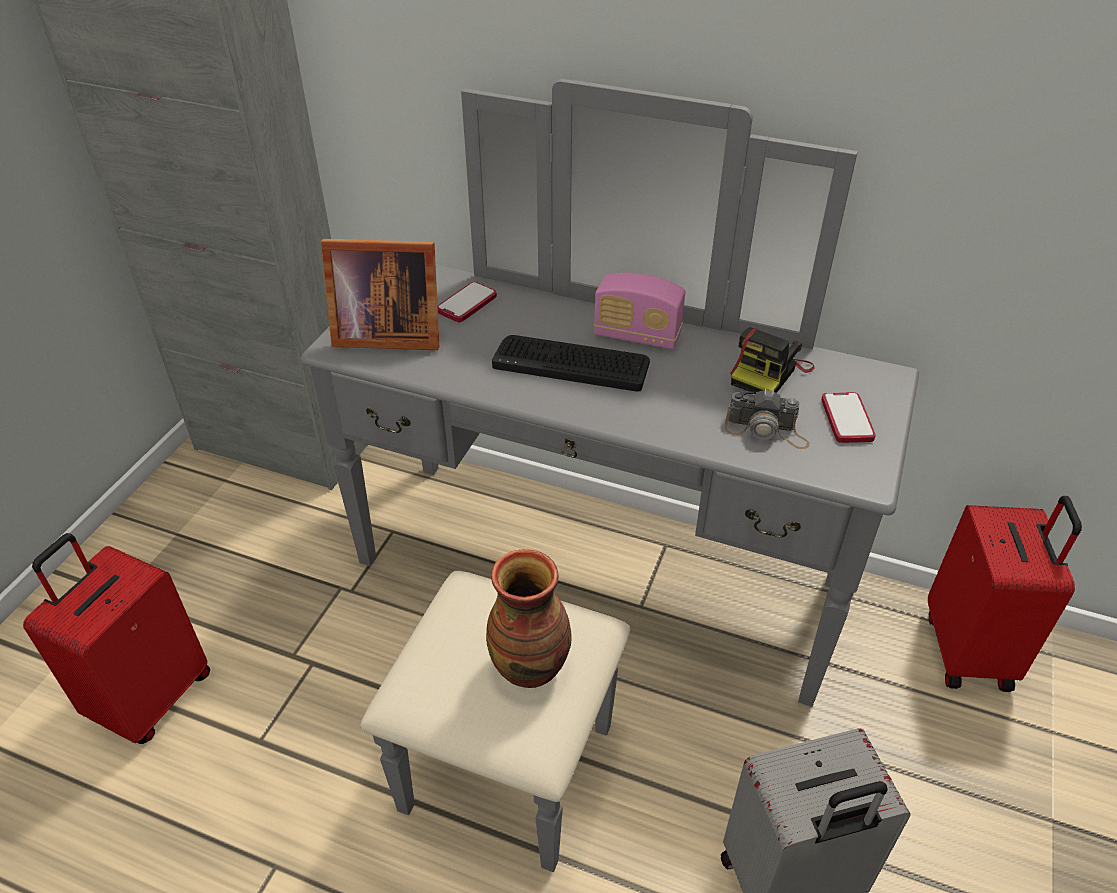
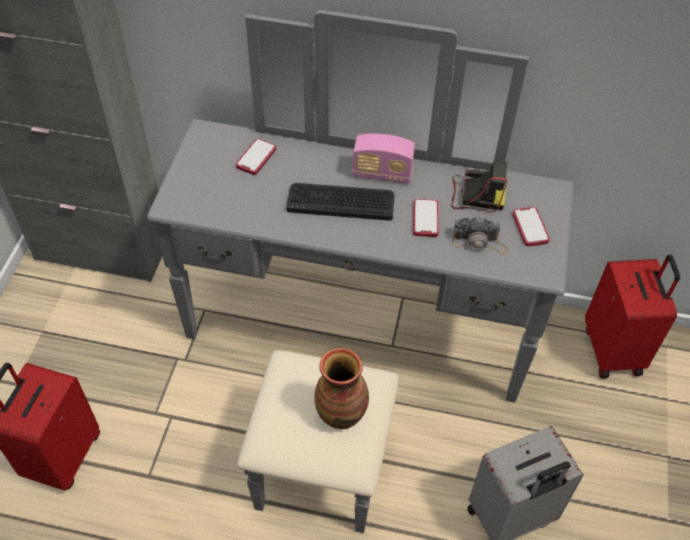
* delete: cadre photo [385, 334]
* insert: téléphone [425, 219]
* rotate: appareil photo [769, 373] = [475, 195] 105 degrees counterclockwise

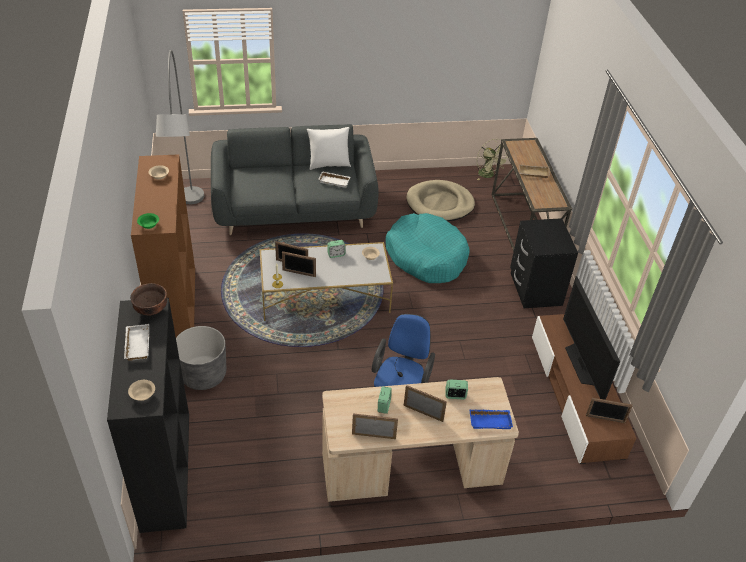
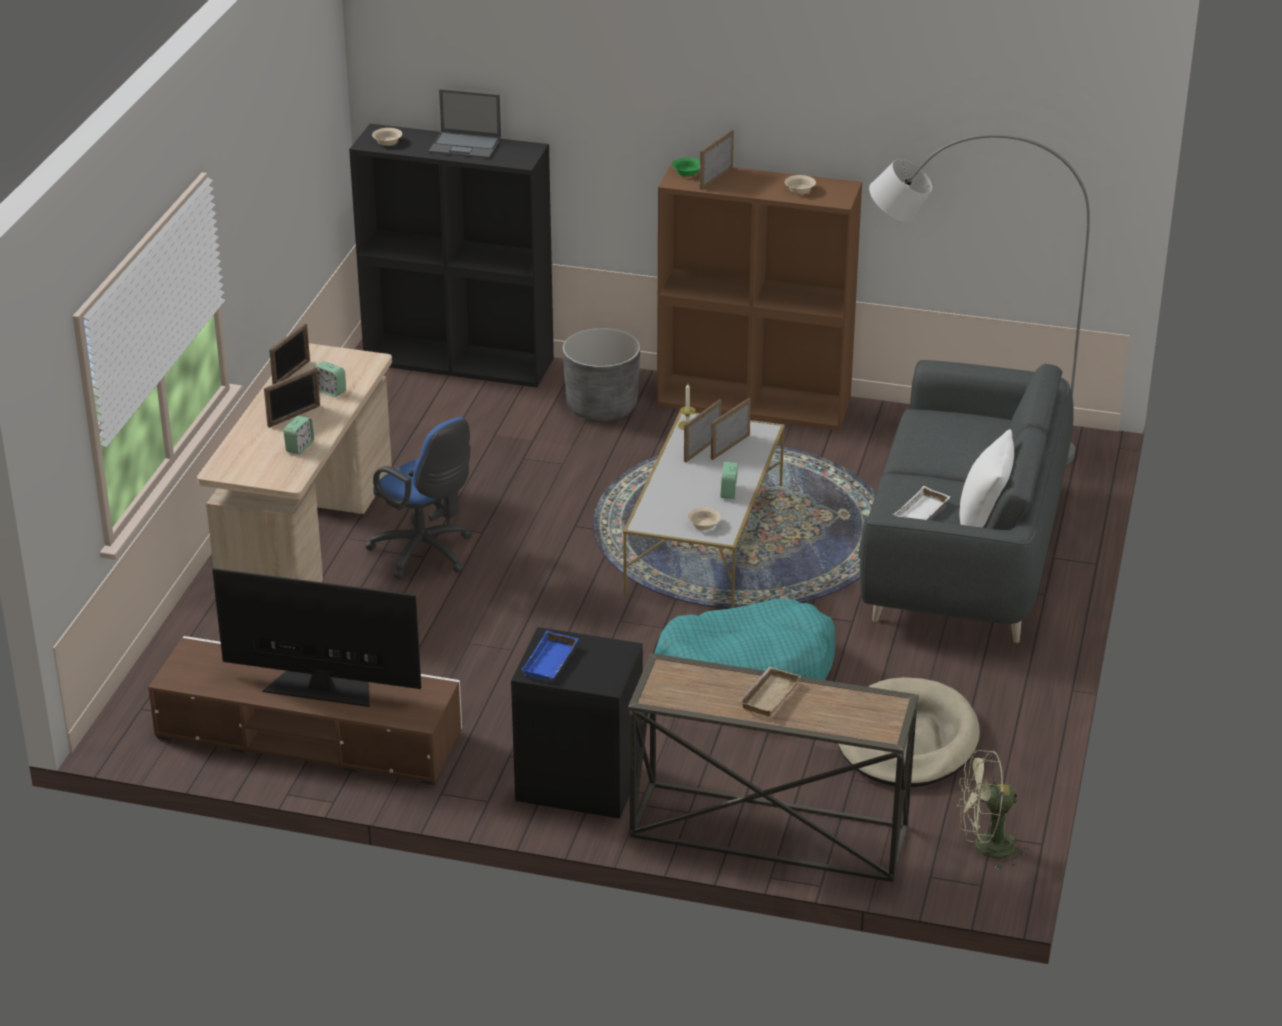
* delete: bol [marron] [151, 309]
* move: plateau [bleu] [490, 420] to [551, 662]
* move: cadre photo [605, 419] to [716, 178]
* replace: plateau [blanc] [136, 344] to ordinateur portable [466, 145]

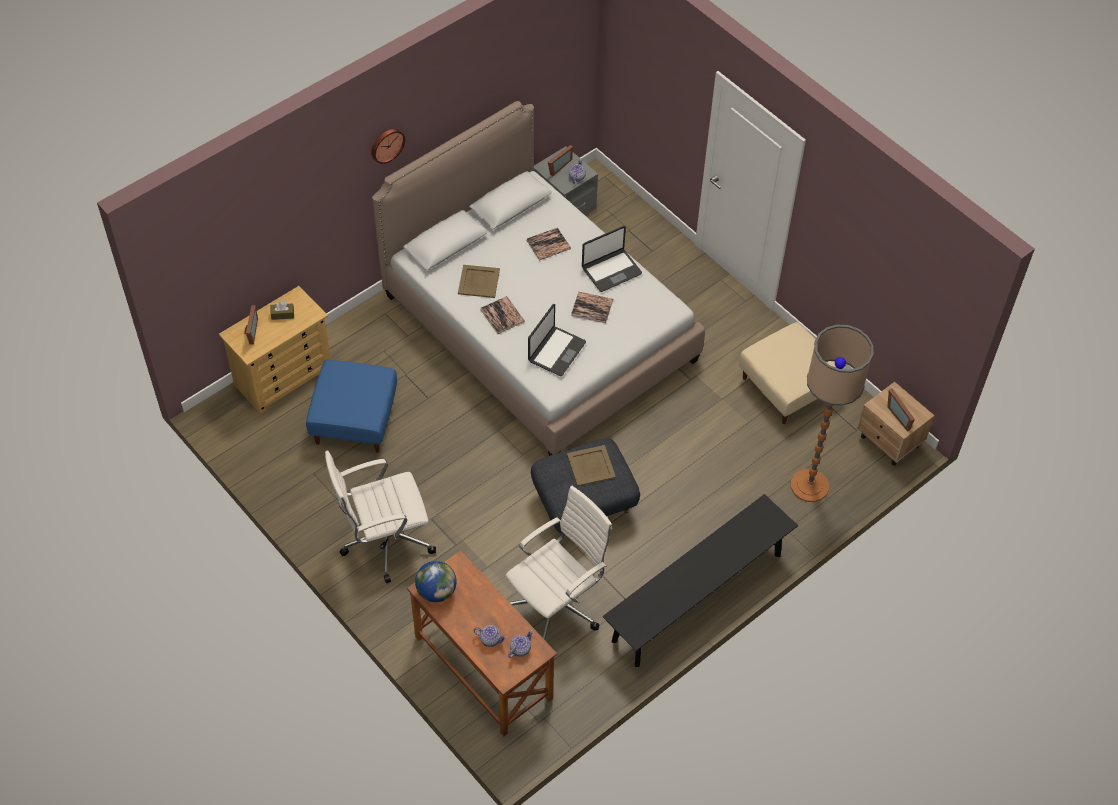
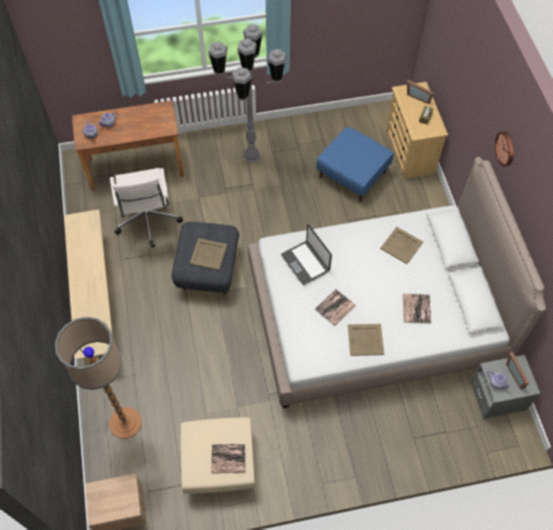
* delete: globe [436, 591]
* delete: cadre photo [900, 415]
* move: livre [502, 315] to [228, 458]
* replace: chaise de bureau [blanc] [384, 541] to lampadaire [gris] [252, 155]
* replace: ordinateur portable [611, 270] to plateau [beige] [366, 340]
* recolor: banc [noir] [697, 597] to banc [beige] [96, 299]

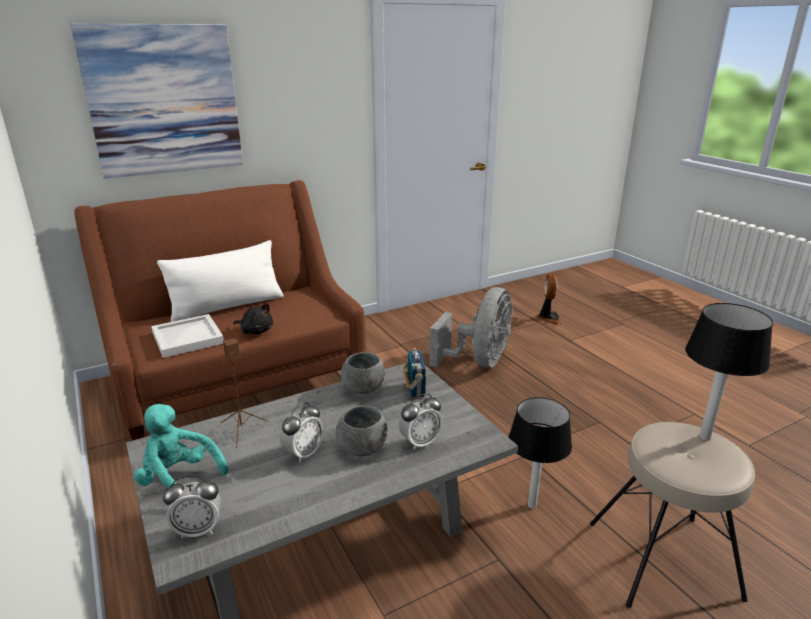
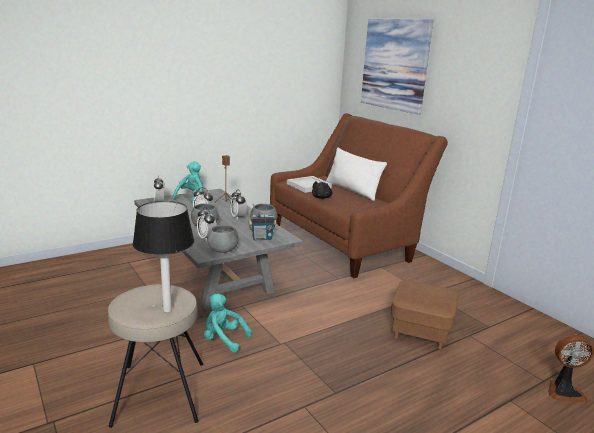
* insert: bol [gris] [223, 250]
* insert: réveil [238, 217]
* replace: ventilateur [gris] [479, 361] to pouf [marron] [420, 331]
* replace: lampe de table [531, 505] to peluche [turquoise] [223, 340]

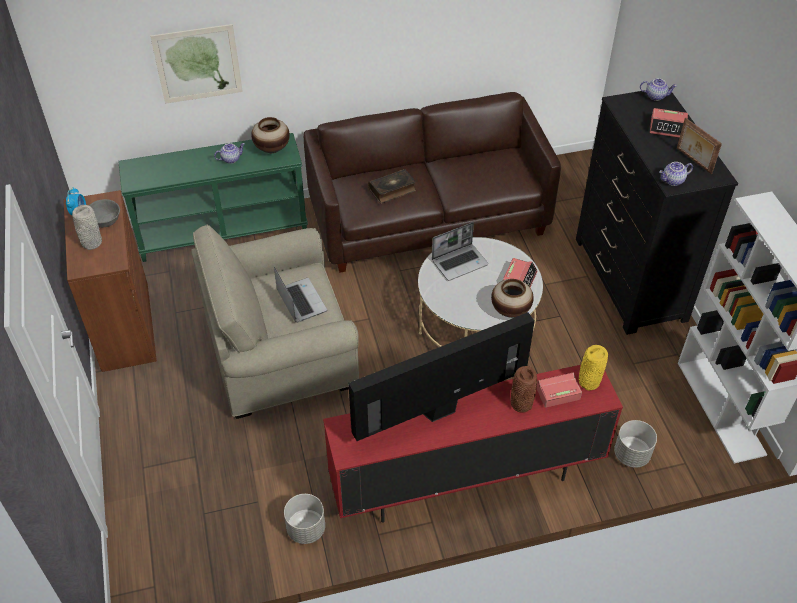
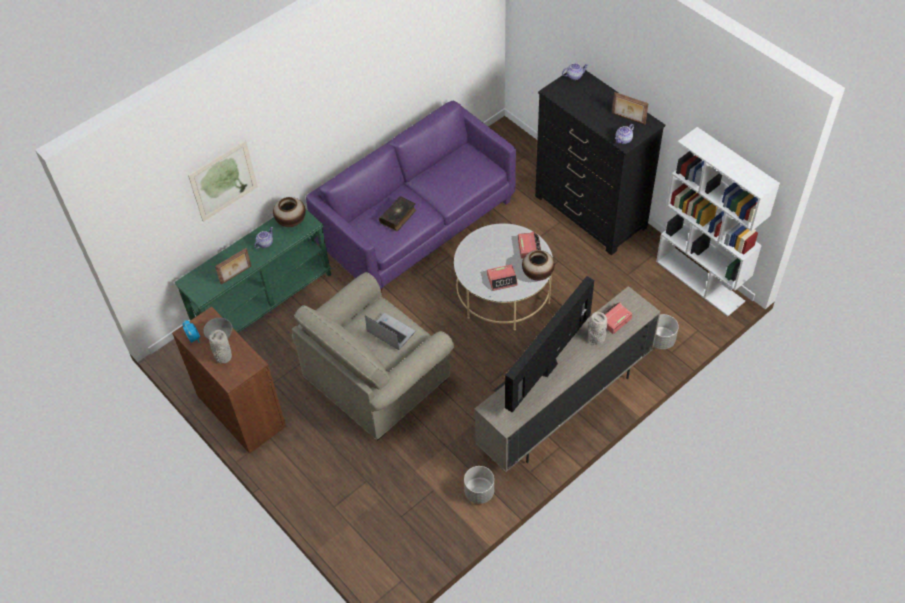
* delete: ordinateur portable [460, 262]
* delete: vase [jaune] [588, 382]
* insert: cadre photo [236, 275]
* move: réveil [667, 127] to [502, 280]
* recolor: canapé [marron] [429, 217] to canapé [violet] [417, 223]
* recolor: meuble télé [rouge] [465, 480] to meuble télé [beige] [564, 408]
* recolor: vase [marron] [521, 404] to vase [gris] [596, 339]

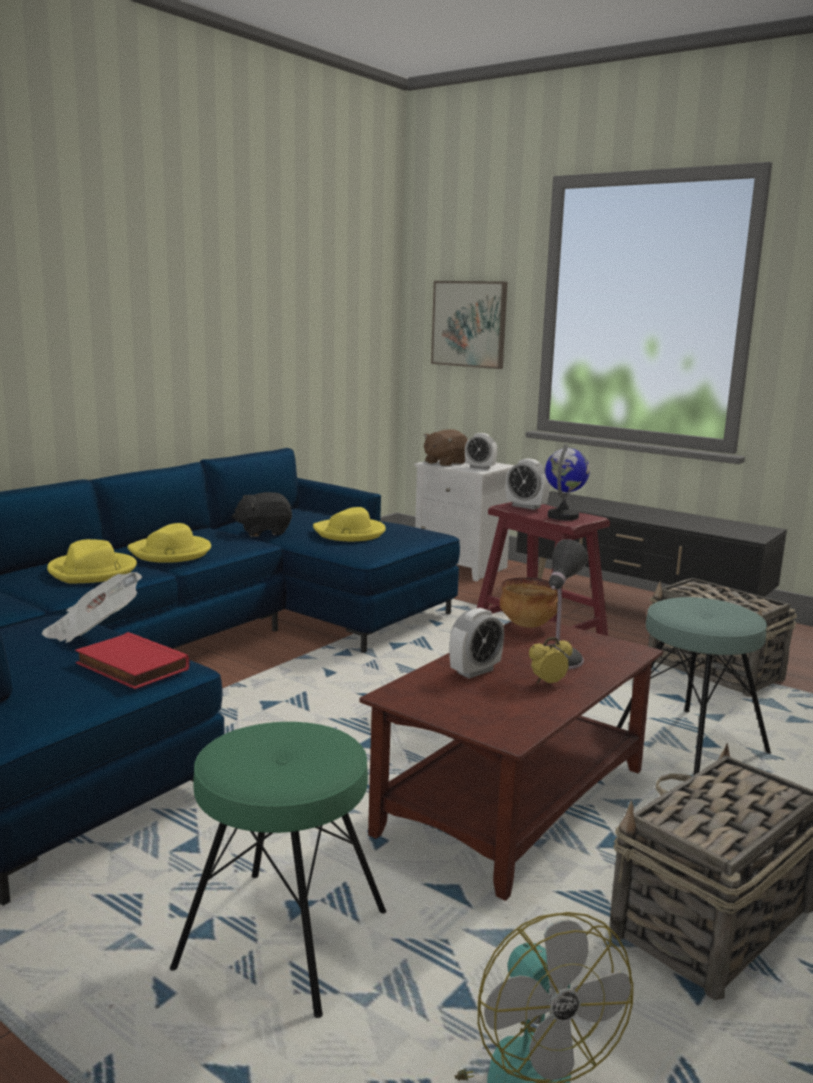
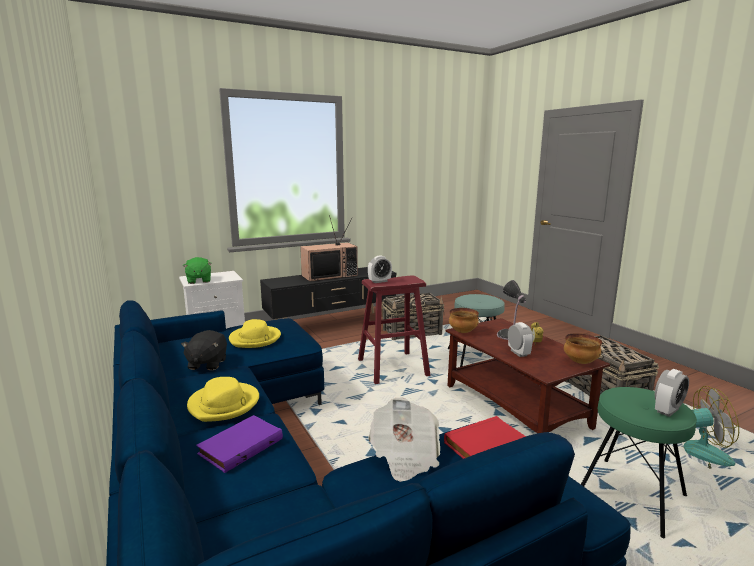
* delete: tableau [469, 324]
* delete: globe [563, 516]
* insert: téléviseur [330, 275]
* insert: bol [580, 362]
* move: réveil [480, 468] to [667, 410]
* replace: chapeau [jaune] [93, 571] to livre [violet] [240, 445]
* recolor: peluche [marron] [444, 463] to peluche [vert] [198, 280]

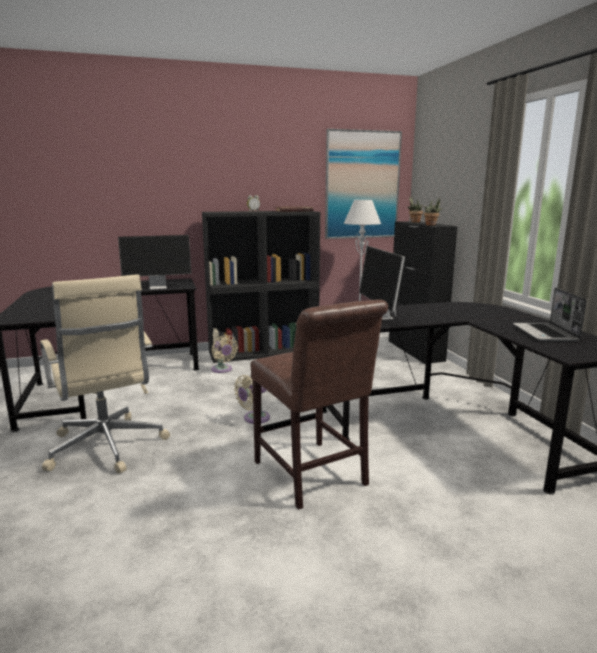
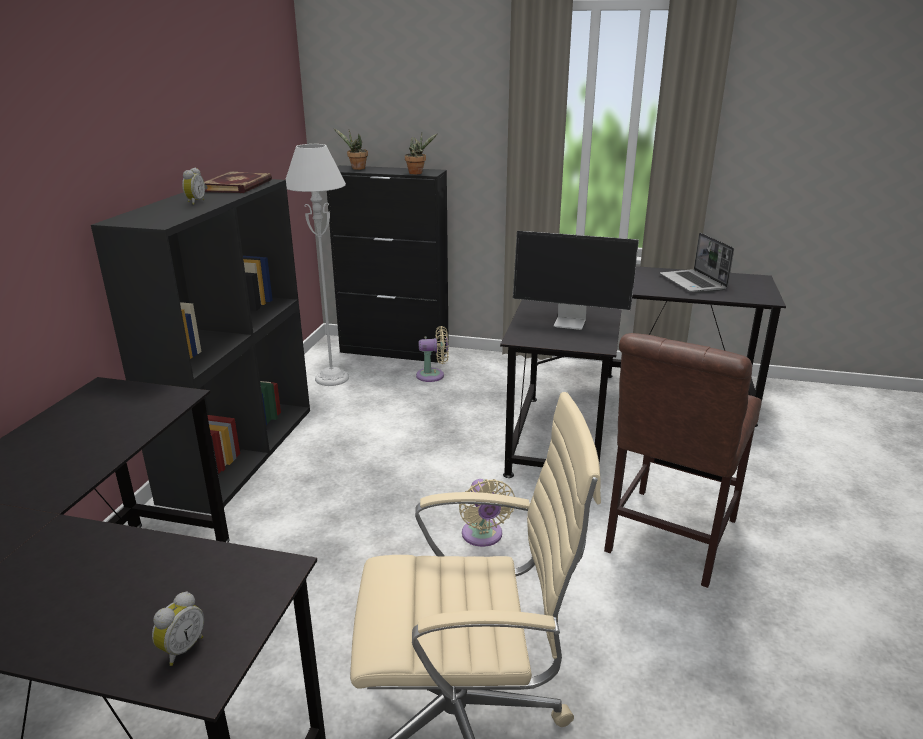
* delete: écran d'ordinateur [158, 287]
* delete: tableau [362, 185]
* insert: réveil [181, 648]
* move: ventilateur [beige] [222, 370] to [433, 375]
* rotate: chaise [marron] [312, 476] = [667, 539] 120 degrees clockwise
* rotate: ordinateur portable [546, 333] = [693, 283] 45 degrees clockwise

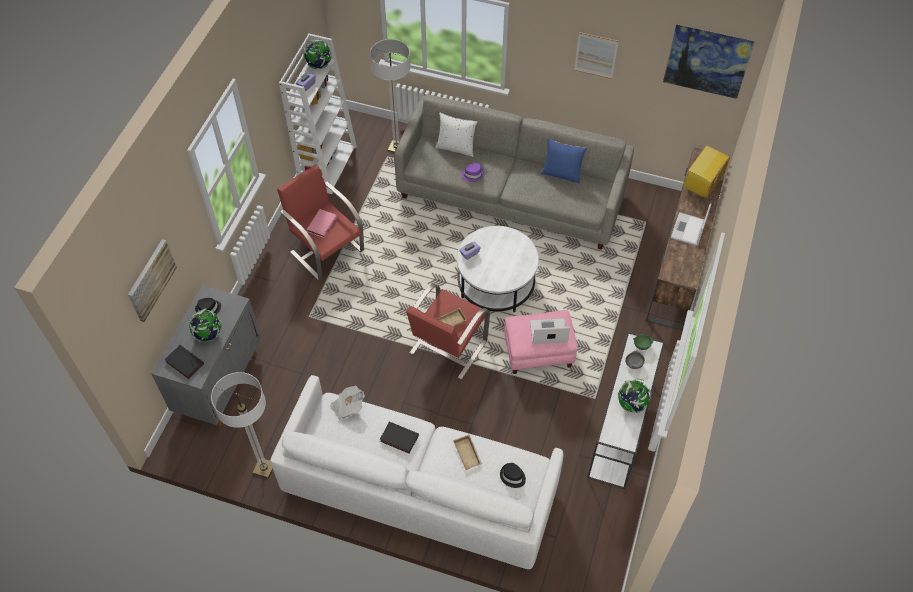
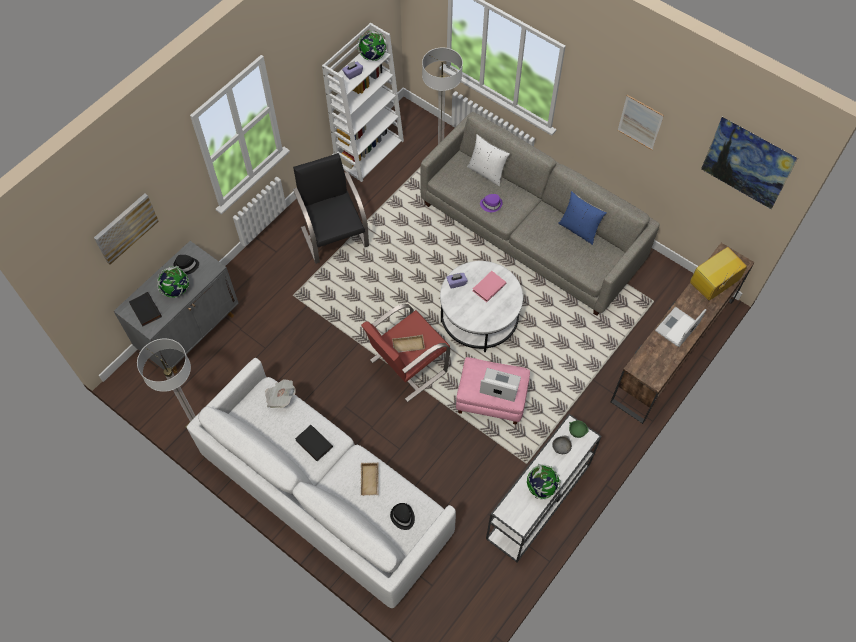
* move: livre [rose] [321, 224] to [488, 287]
* recolor: fauteuil [rouge] [326, 251] to fauteuil [noir] [334, 236]

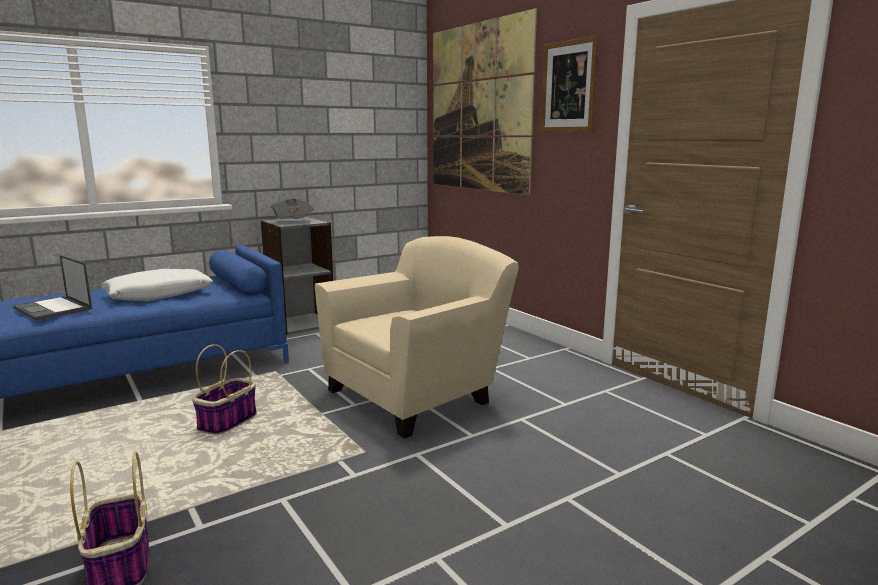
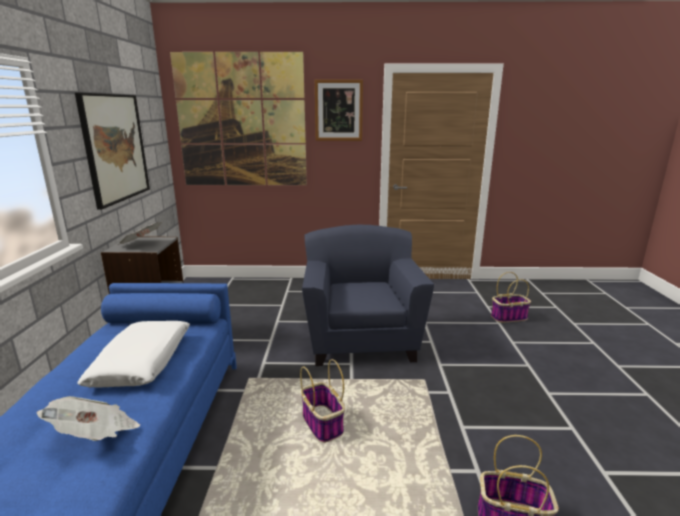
* insert: tableau [115, 148]
* insert: panier [509, 317]
* replace: ordinateur portable [53, 309] to journal [96, 434]
* recolor: fauteuil [beige] [415, 395] to fauteuil [bleu] [360, 339]

